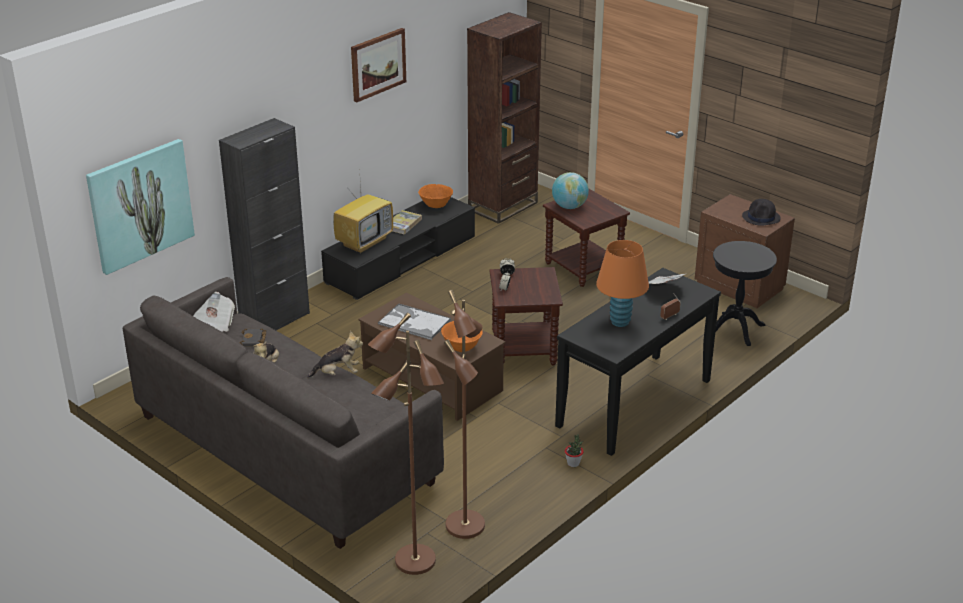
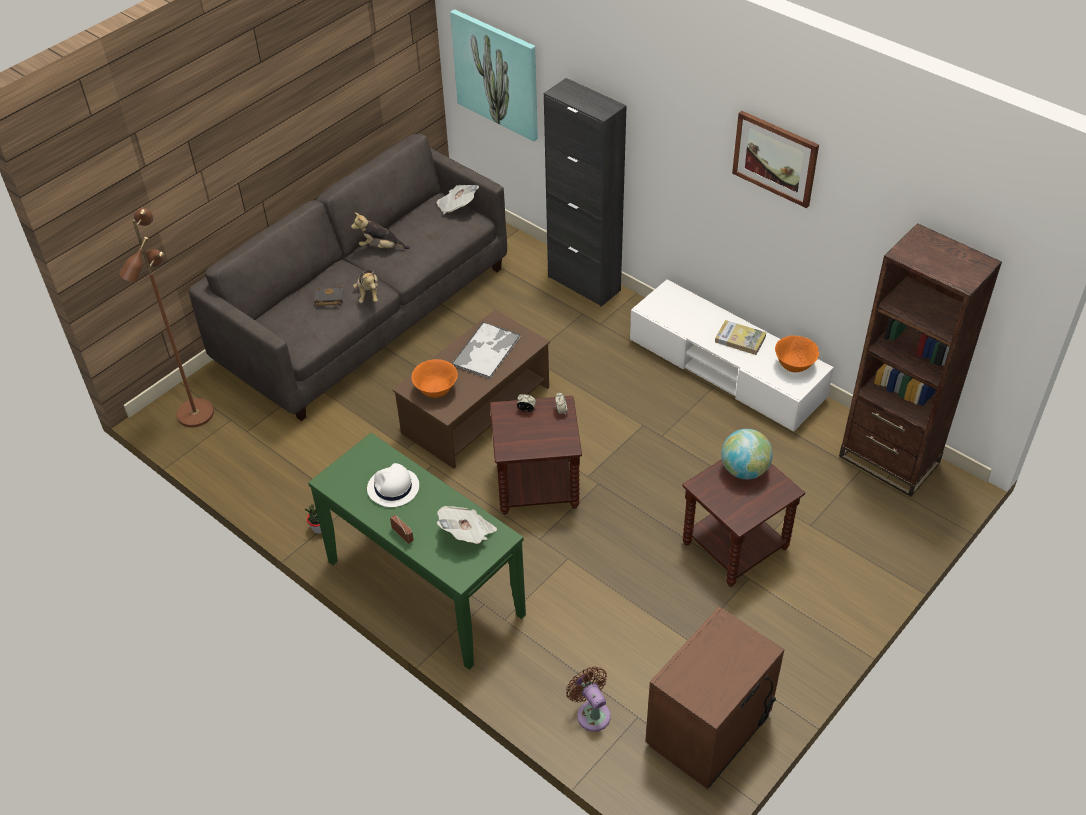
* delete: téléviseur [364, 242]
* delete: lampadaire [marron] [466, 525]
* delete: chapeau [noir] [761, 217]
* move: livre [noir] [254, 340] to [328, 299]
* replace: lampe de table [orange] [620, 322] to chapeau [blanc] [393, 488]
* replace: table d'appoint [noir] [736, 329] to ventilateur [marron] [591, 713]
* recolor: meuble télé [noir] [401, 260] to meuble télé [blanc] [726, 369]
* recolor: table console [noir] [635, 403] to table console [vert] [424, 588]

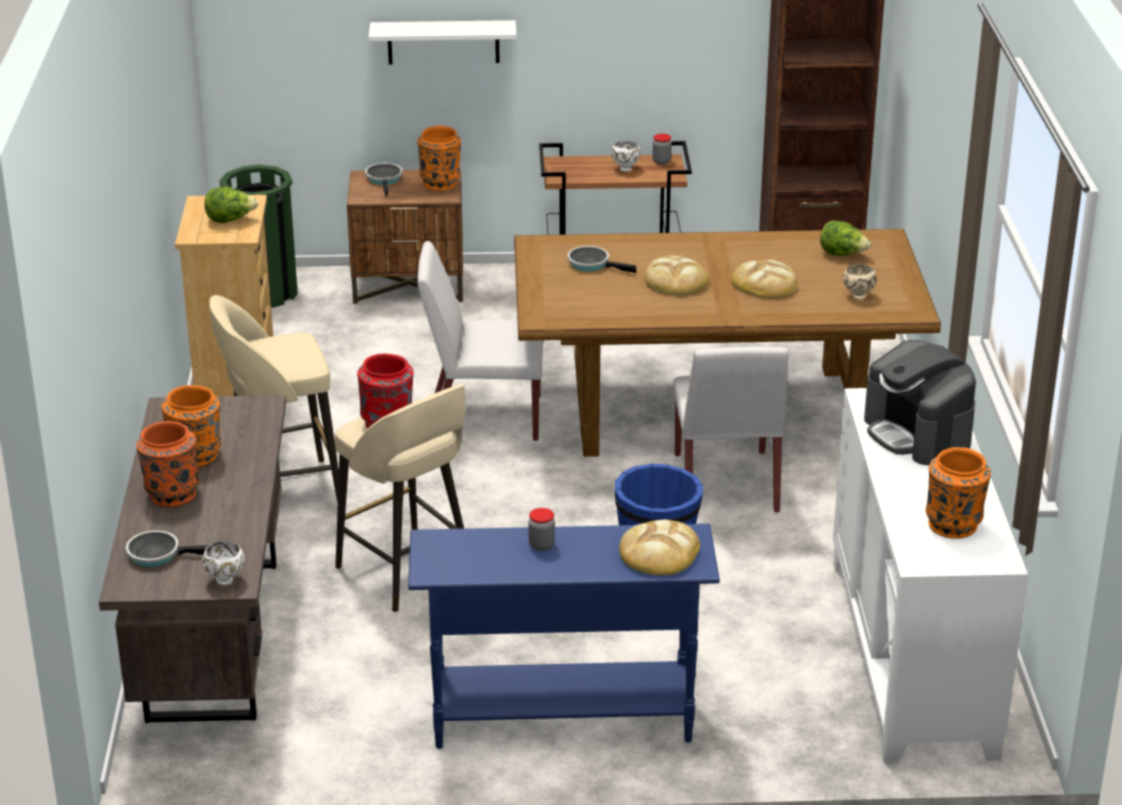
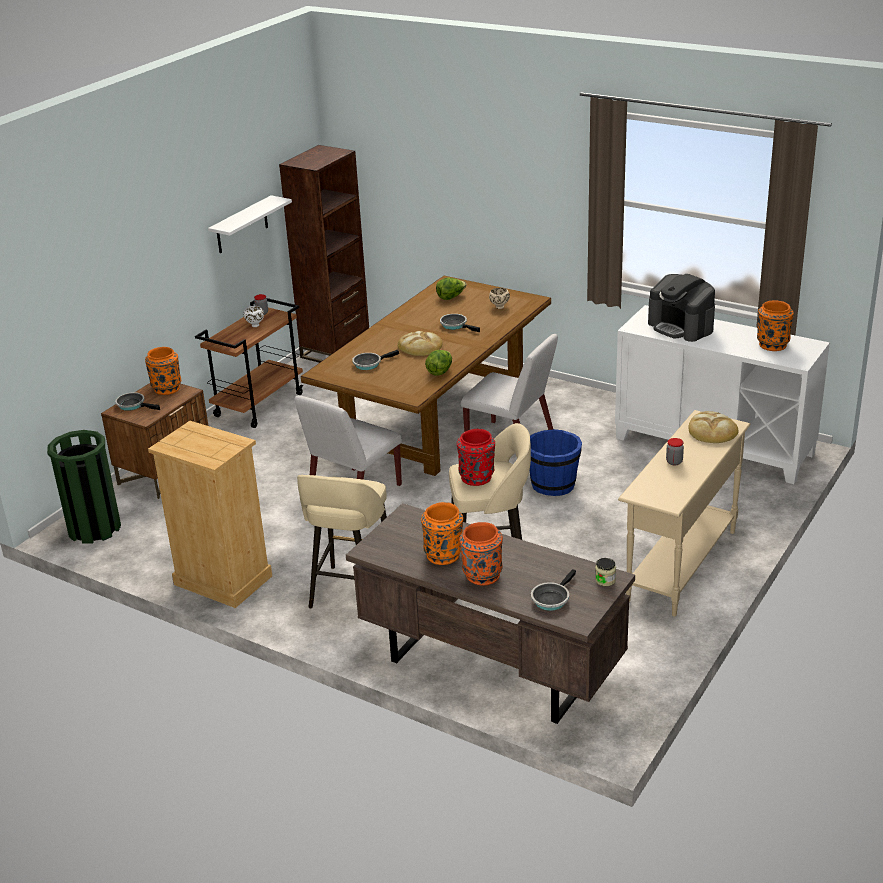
* move: laitue [230, 220] to [440, 371]
* move: étagère [blanc] [443, 42] to [242, 225]
* replace: bol [blanc] [226, 580] to bocal [605, 580]
* replace: pain [765, 284] to poêle [455, 325]
* recolor: table console [bleu] [561, 718] to table console [beige] [681, 565]
* rotate: machine à café [917, 434] = [681, 327] 45 degrees clockwise

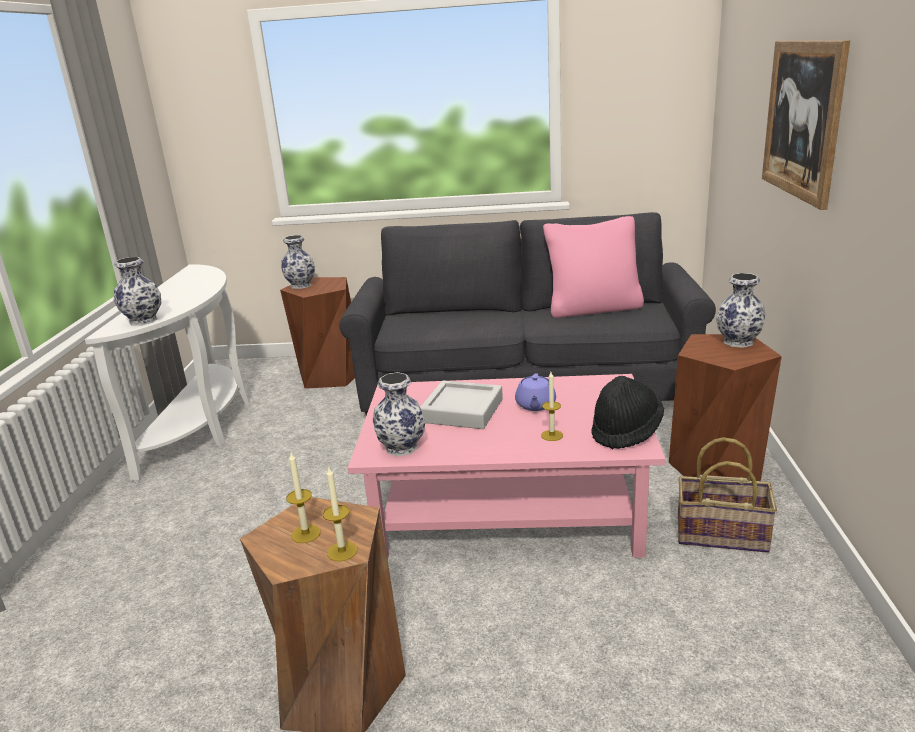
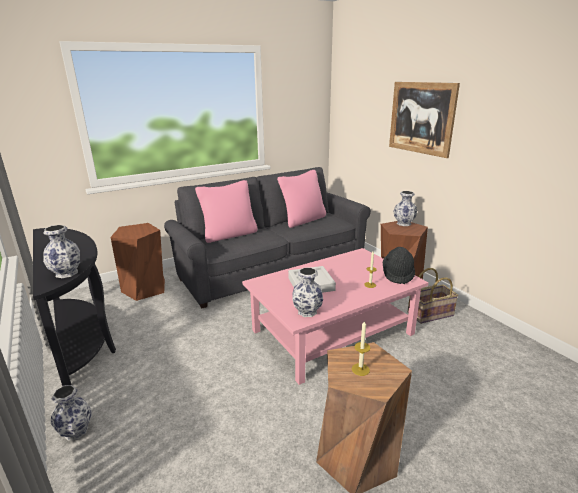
* delete: bougie [342, 551]
* delete: théière [violet] [535, 405]
* insert: coussin [rose] [229, 235]
* move: vase [301, 285] to [77, 431]
* recolor: table console [blanc] [204, 425] to table console [noir] [84, 343]

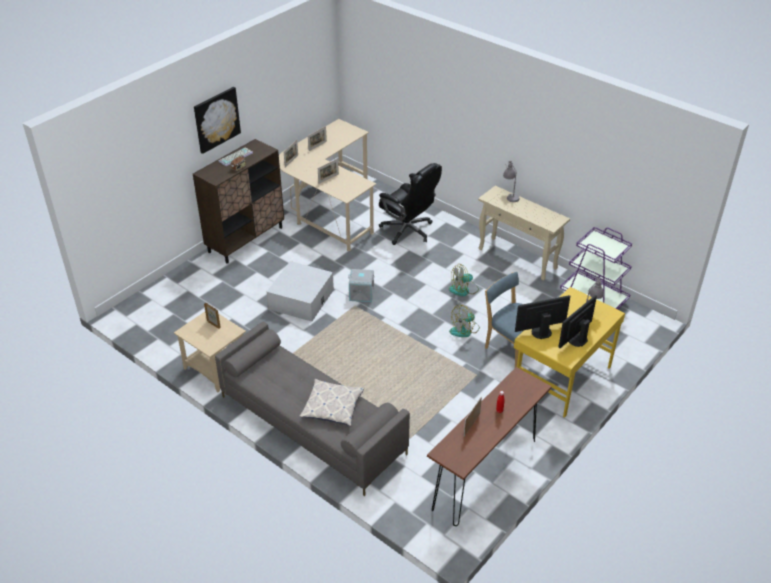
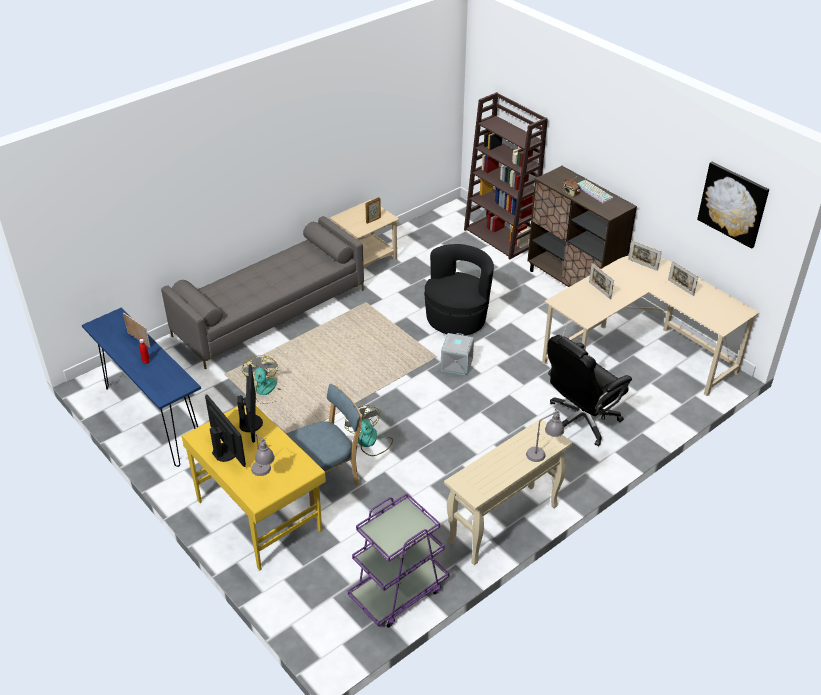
* delete: coussin [332, 406]
* insert: bibliothèque [marron] [500, 238]
* move: tableau [216, 119] to [733, 204]
* move: ventilateur [463, 289] to [266, 391]
* replace: boîte de rangement [blanc] [301, 299] to fauteuil [noir] [457, 318]
* recolor: table console [marron] [485, 474] to table console [bleu] [154, 419]

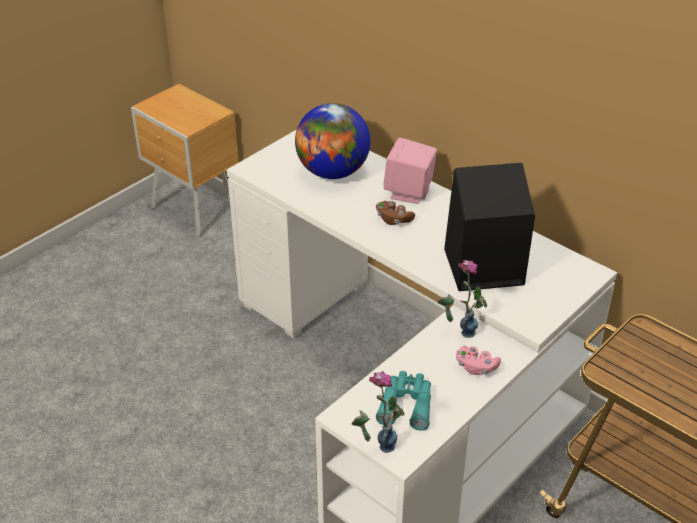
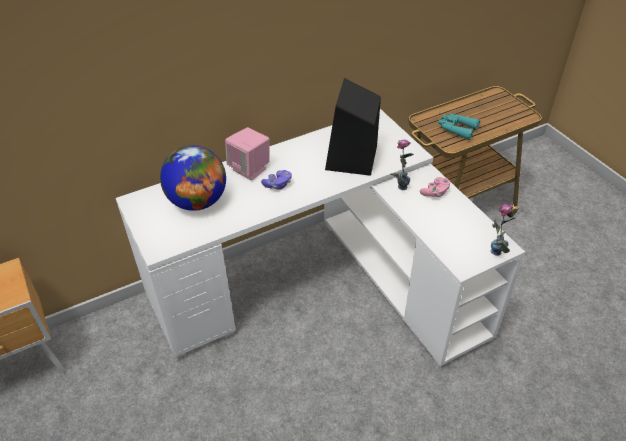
* move: jumelles [turquoise] [406, 404] to [456, 129]
* recolor: manette [marron] [393, 219] to manette [violet] [277, 185]

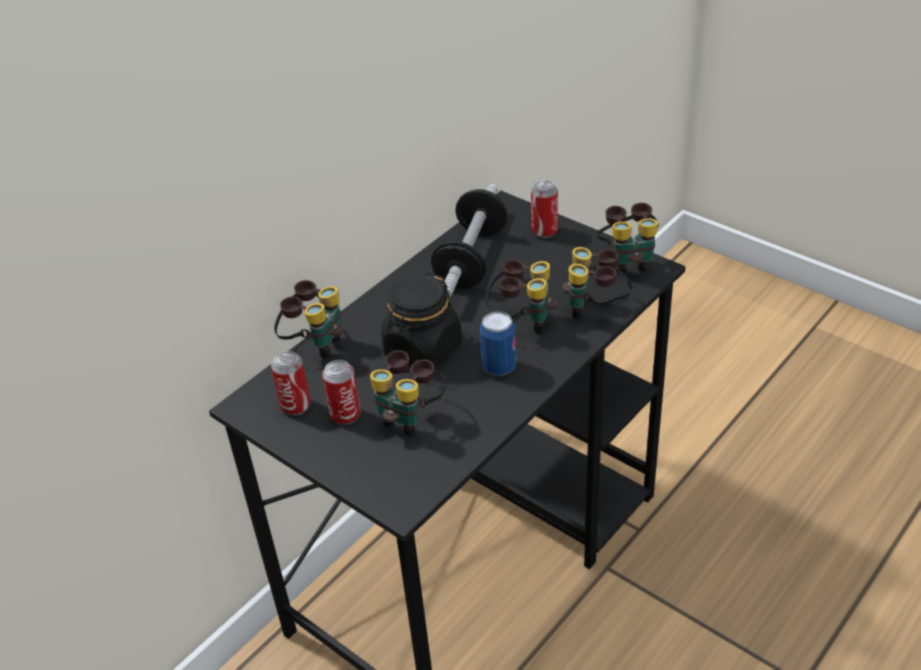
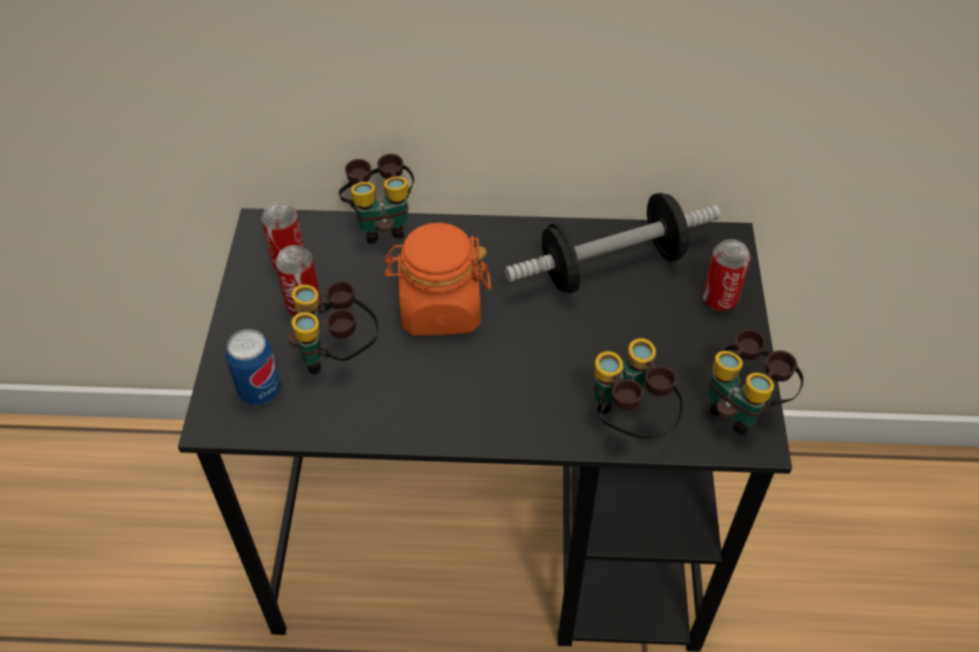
* delete: jumelles [521, 322]
* move: boîte métallique [499, 367] to [260, 391]
* recolor: bocal [noir] [422, 350] to bocal [orange] [439, 309]

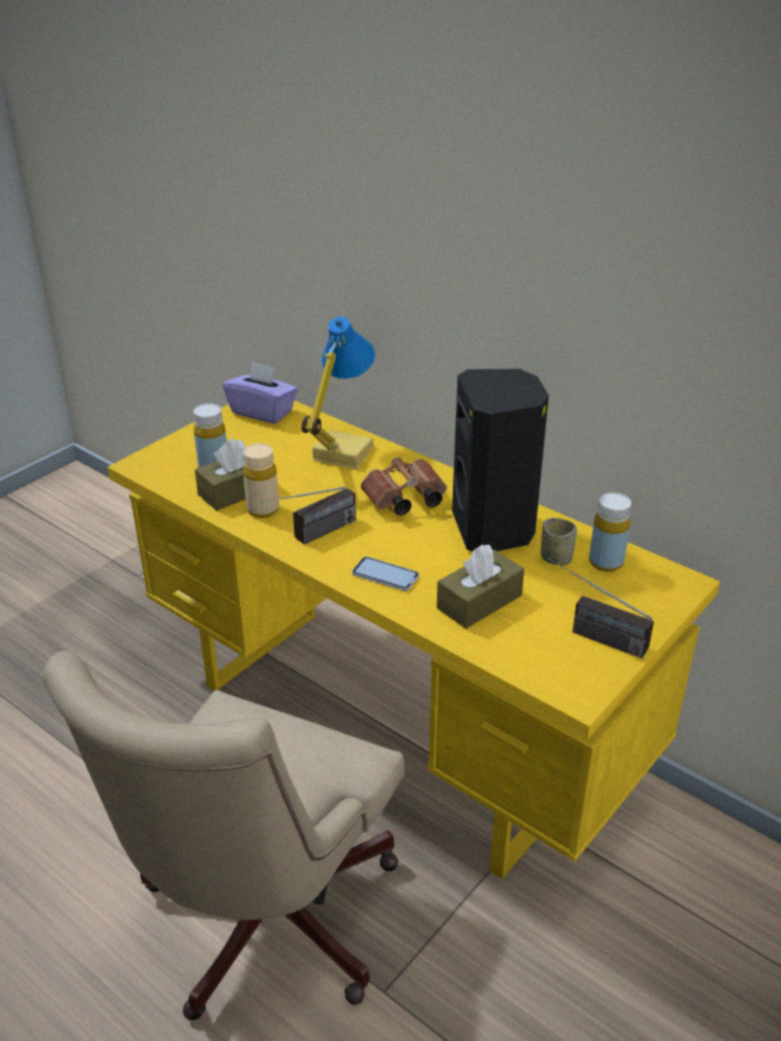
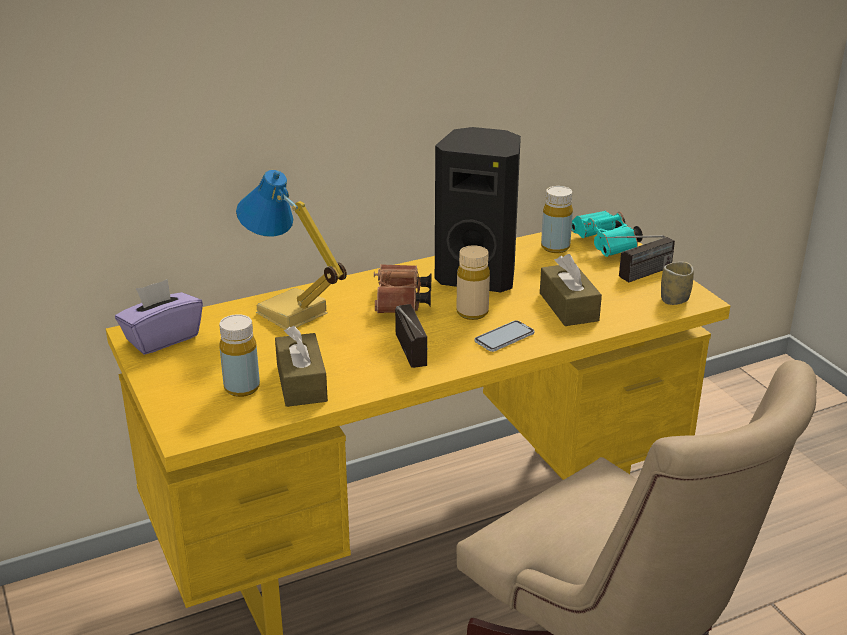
* insert: jumelles [turquoise] [606, 246]
* move: bouteille [beige] [263, 510] to [472, 313]
* move: tasse [556, 558] to [674, 299]

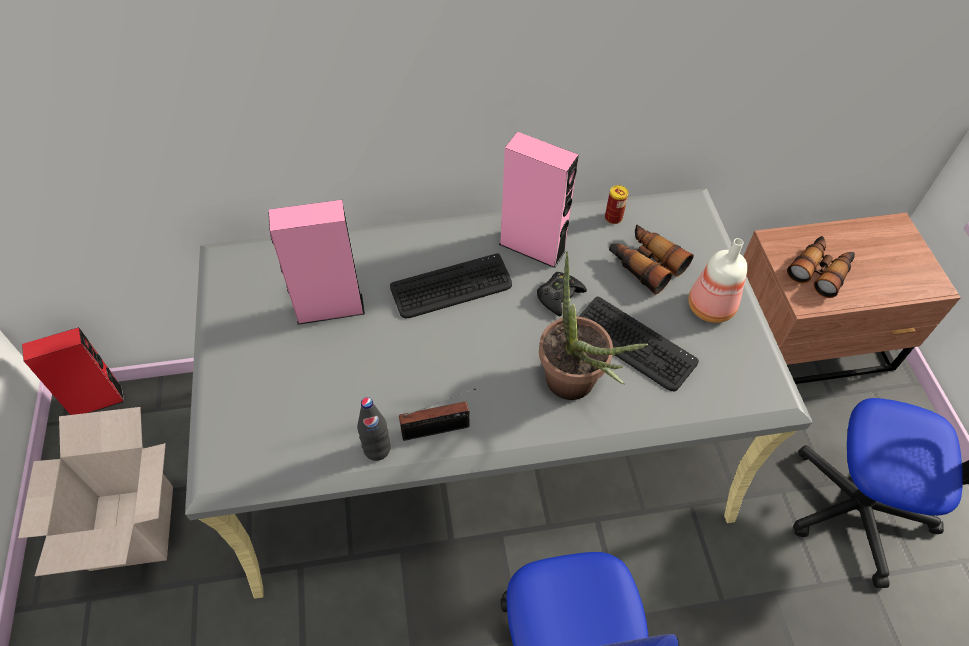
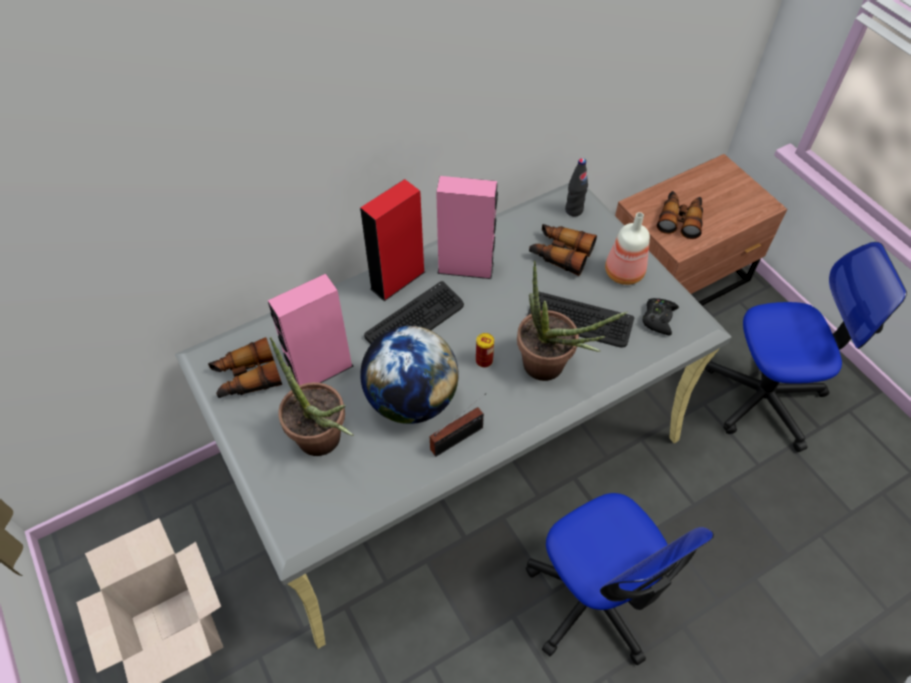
* insert: jumelles [246, 377]
* insert: plante en pot [324, 444]
* insert: globe [411, 399]
* move: enceinte [rouge] [97, 401] to [398, 280]
* move: bouteille [noir] [377, 449] to [574, 210]
* move: manette [noir] [559, 296] to [658, 318]
* move: boîte métallique [613, 218] to [484, 360]

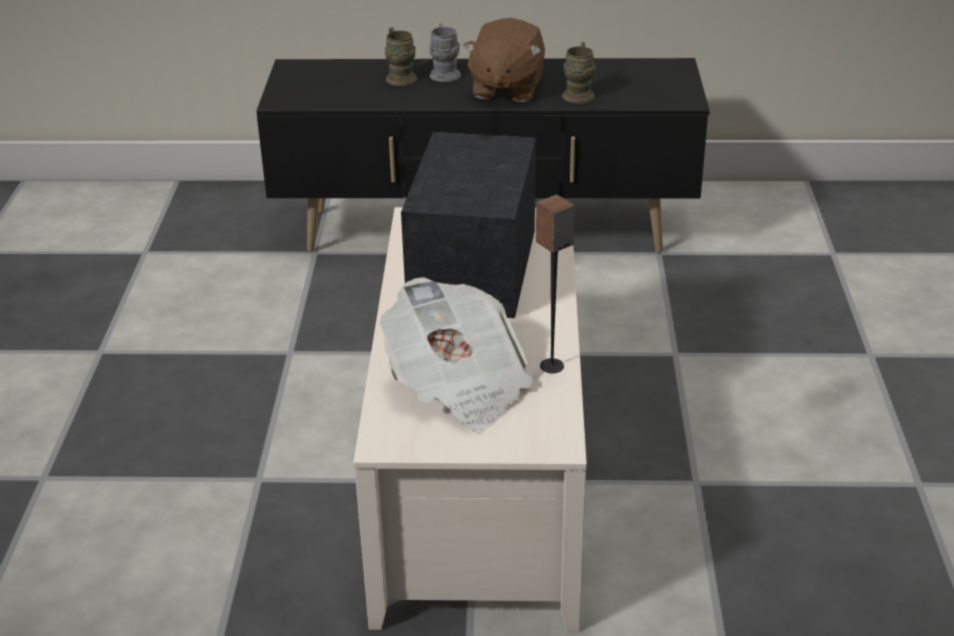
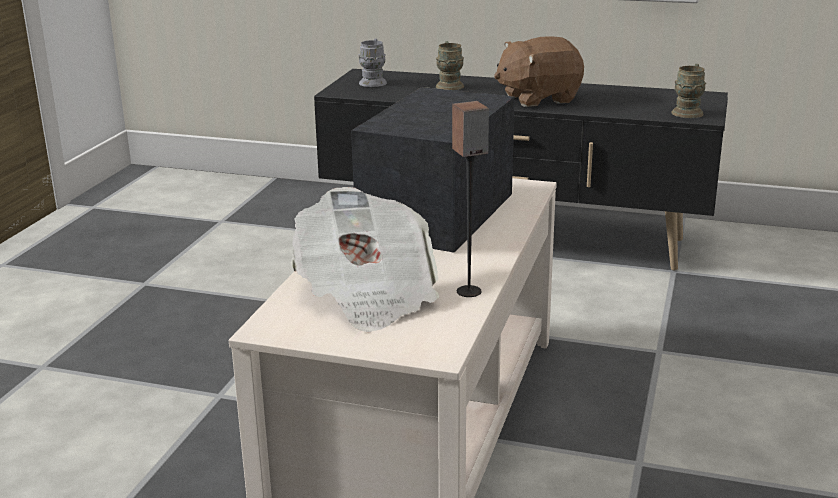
* move: mug [gris] [444, 72] to [373, 81]
* move: mug [marron] [579, 93] to [688, 111]
* rotate: peluche [marron] [506, 89] = [538, 98] 45 degrees clockwise

